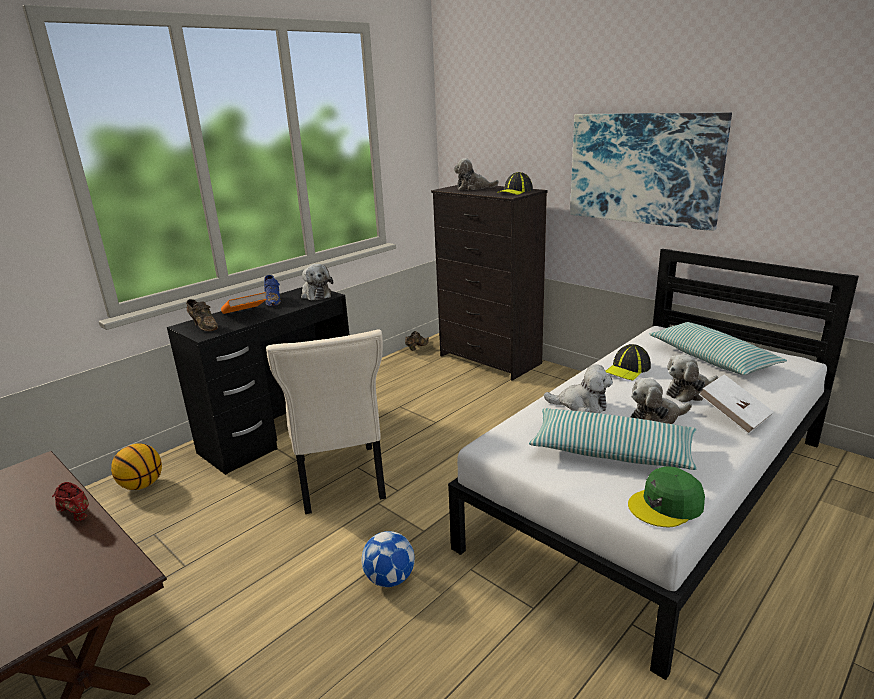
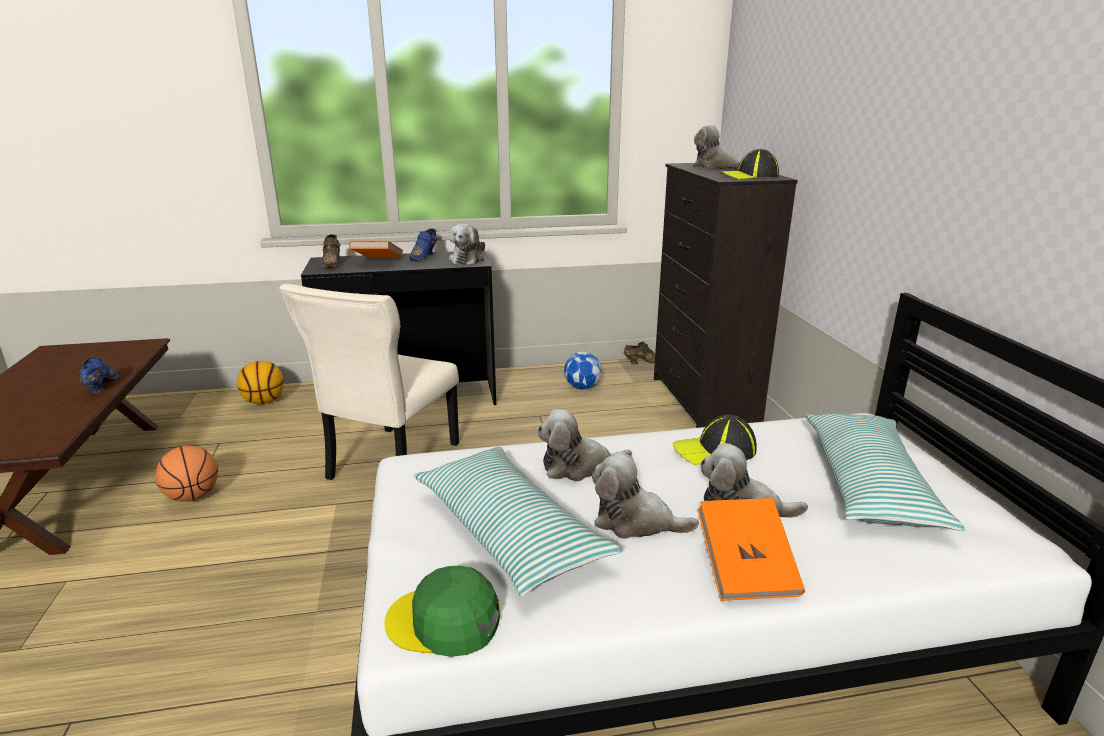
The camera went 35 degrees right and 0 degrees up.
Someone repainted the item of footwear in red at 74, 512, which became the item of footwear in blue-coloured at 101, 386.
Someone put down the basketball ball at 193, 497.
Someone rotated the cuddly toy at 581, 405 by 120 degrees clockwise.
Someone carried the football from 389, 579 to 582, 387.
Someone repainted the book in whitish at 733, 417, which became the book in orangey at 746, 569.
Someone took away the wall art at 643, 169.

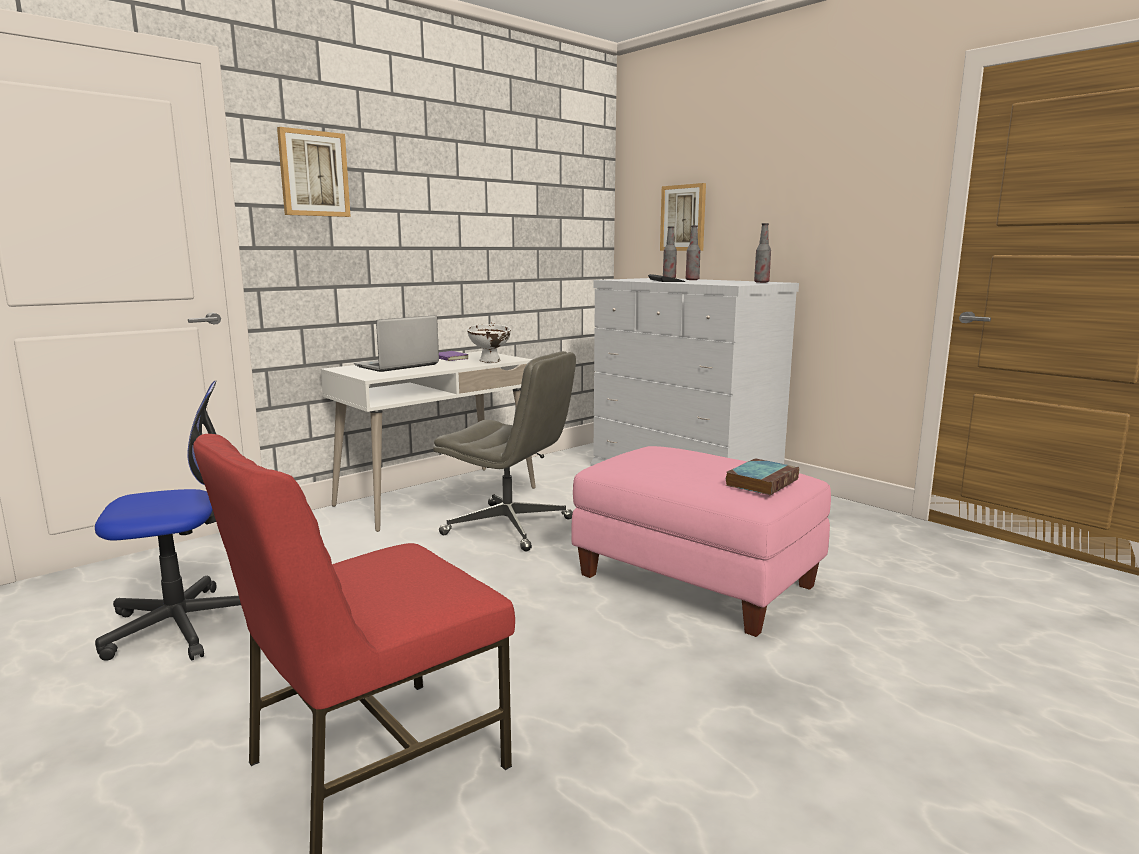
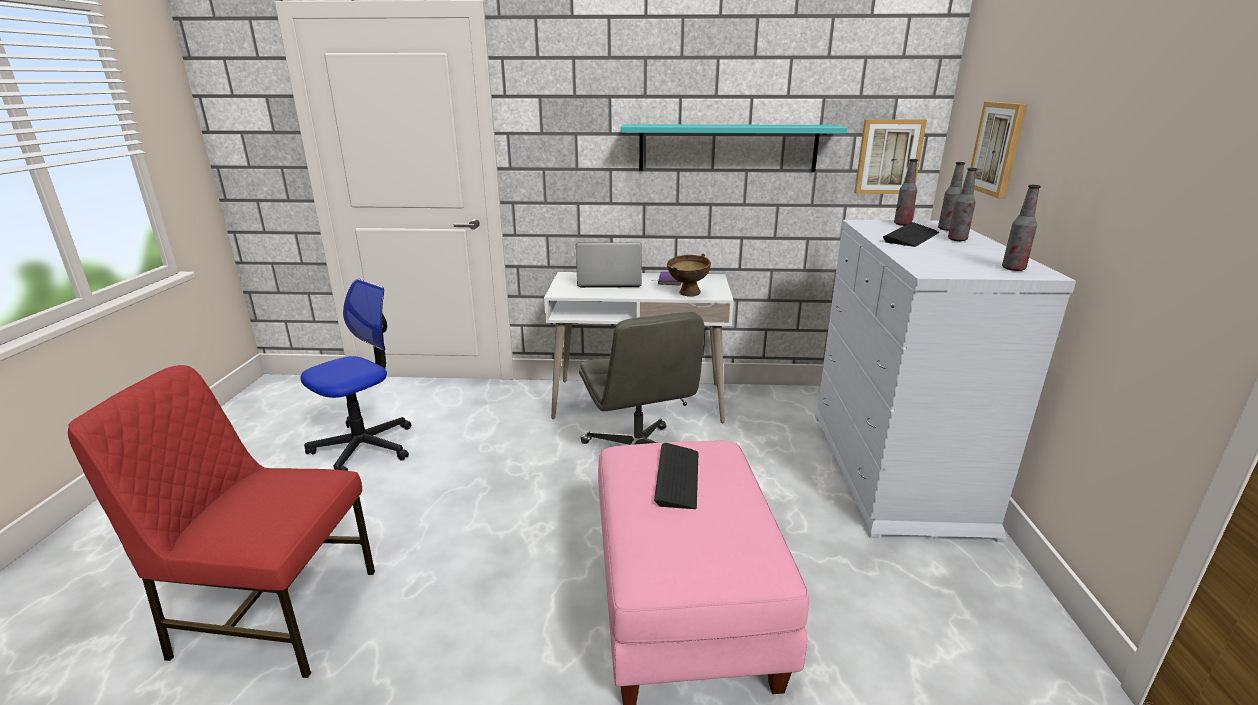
The camera went 45 degrees right and 10 degrees up.
Someone rotated the computer chair at 182, 625 by 75 degrees counterclockwise.
Someone put up the shelf in blue-green at 727, 148.
Someone put down the computer keyboard at 677, 477.
Someone repainted the deep dish in whitish at 490, 362, which became the deep dish in brown at 687, 294.
Someone carried the wall art from 313, 174 to 888, 157.
Someone put down the drink bottle at 902, 224.
Someone took away the book at 762, 482.

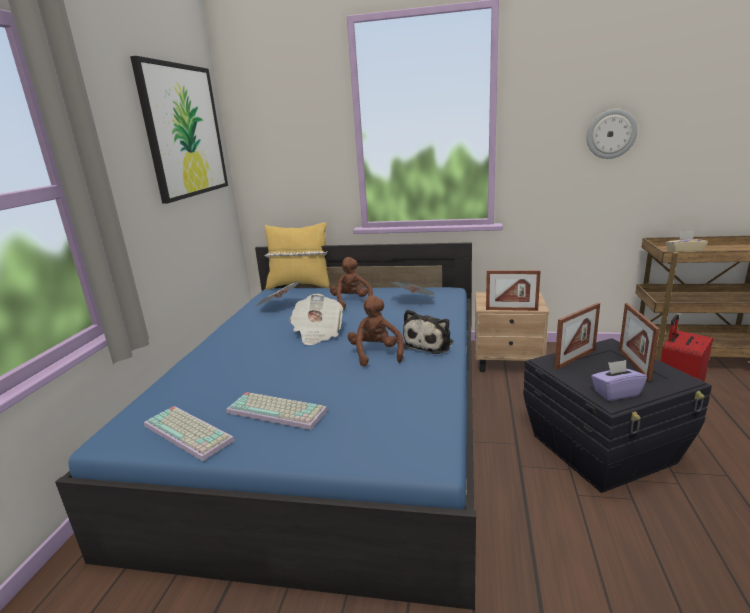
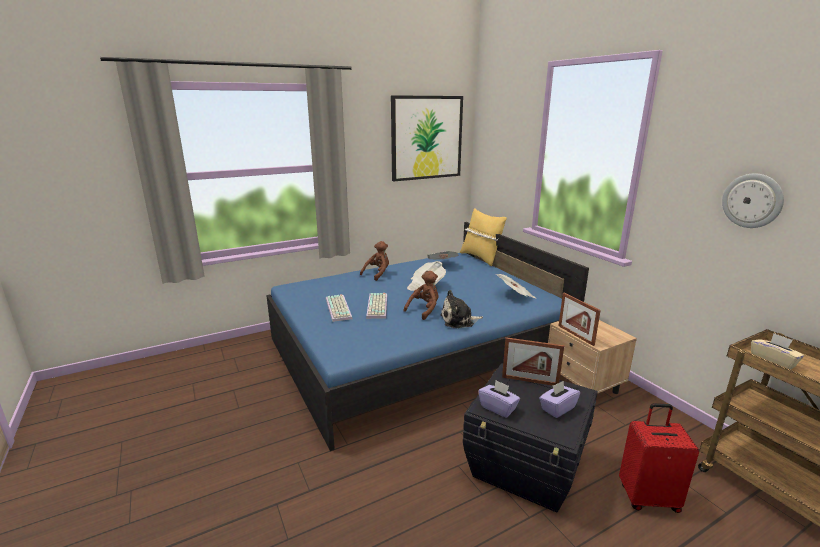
The camera went 50 degrees right and 0 degrees up.
Someone carried the cuddly toy in brown from 352, 303 to 377, 274.
Someone carried the computer keyboard from 190, 432 to 378, 306.
Someone swapped the standing frame at 634, 364 for the tissue holder in purplish at 557, 408.

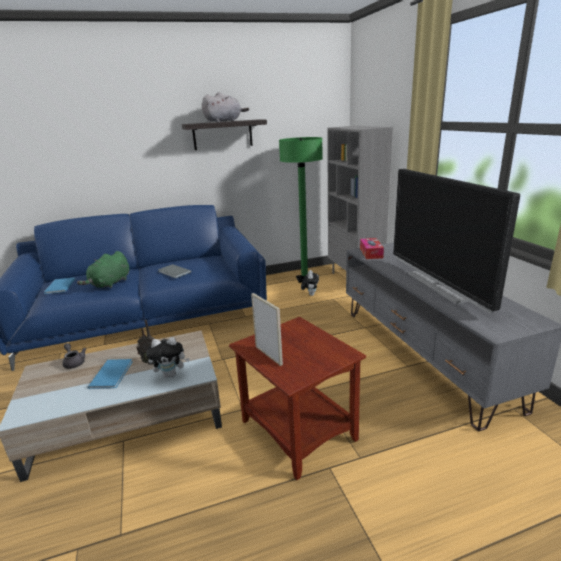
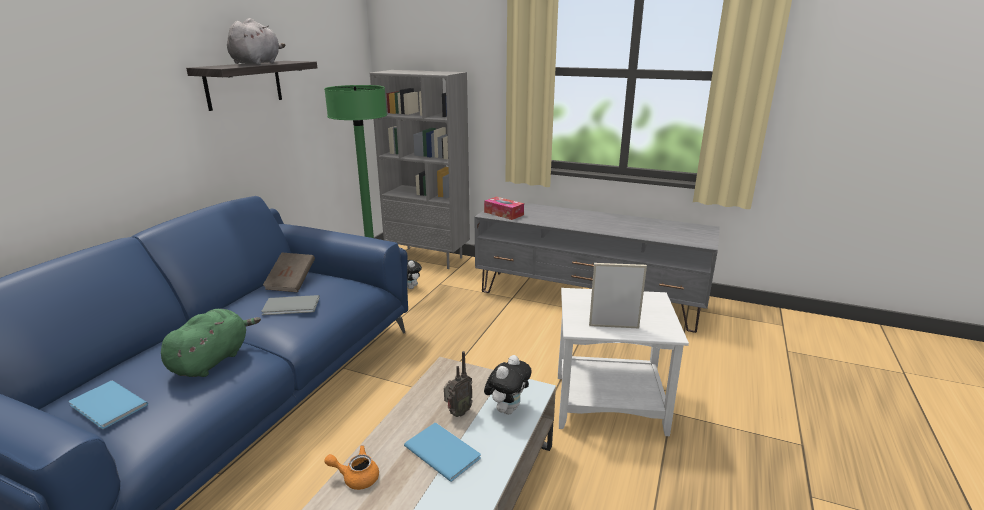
The camera went 50 degrees left and 0 degrees up.
Someone rotated the cuddly toy in green-coloured at 110, 284 by 135 degrees counterclockwise.
Someone put down the book in brown at 291, 283.
Someone repainted the tea pot in grey at 74, 362, which became the tea pot in orangey at 356, 477.
Someone repainted the accent table in brown at 297, 431, which became the accent table in whitish at 609, 405.
Someone took away the television at 440, 285.

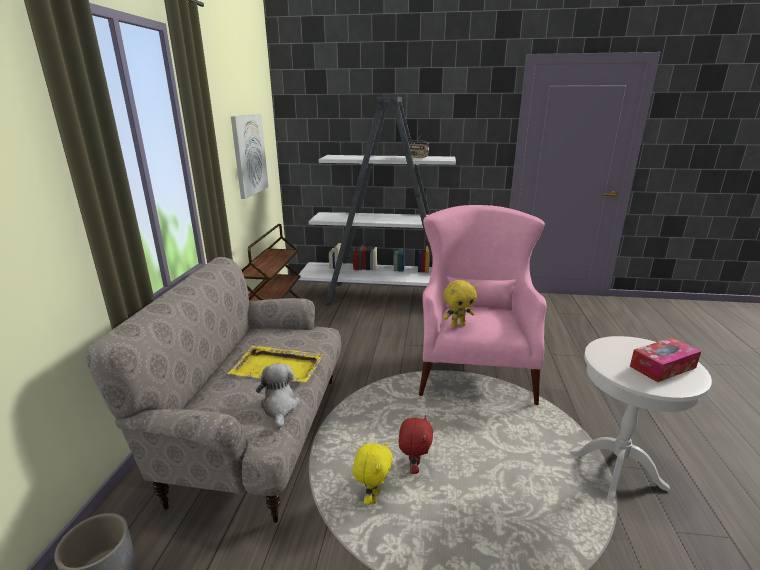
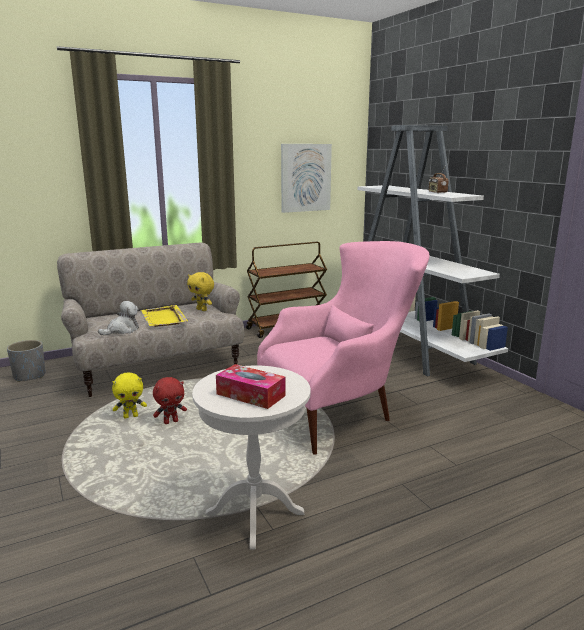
The camera went 55 degrees right and 5 degrees down.
Someone carried the cuddly toy in yellowish from 458, 325 to 202, 310.

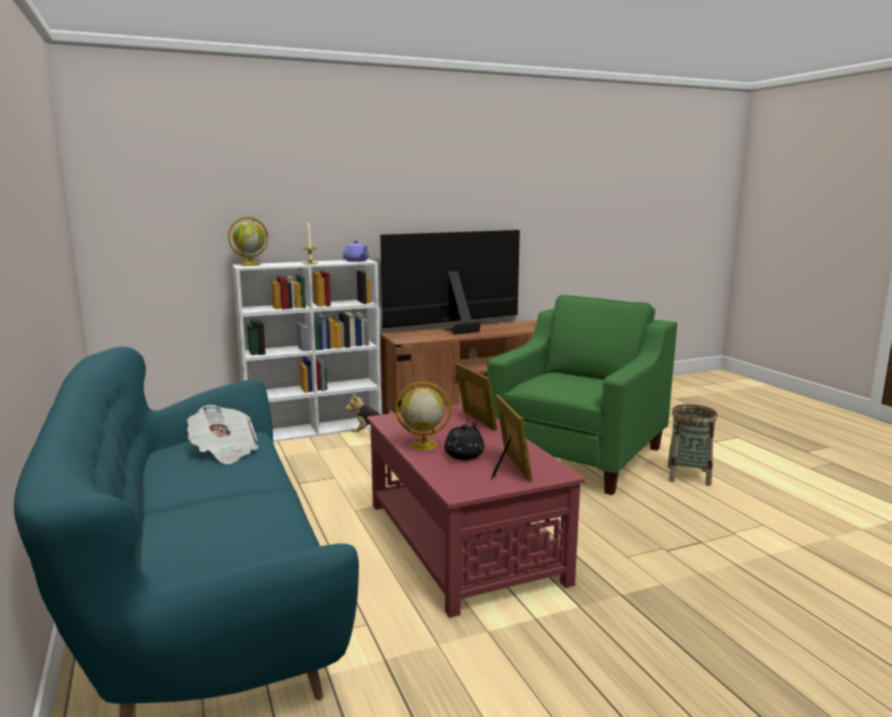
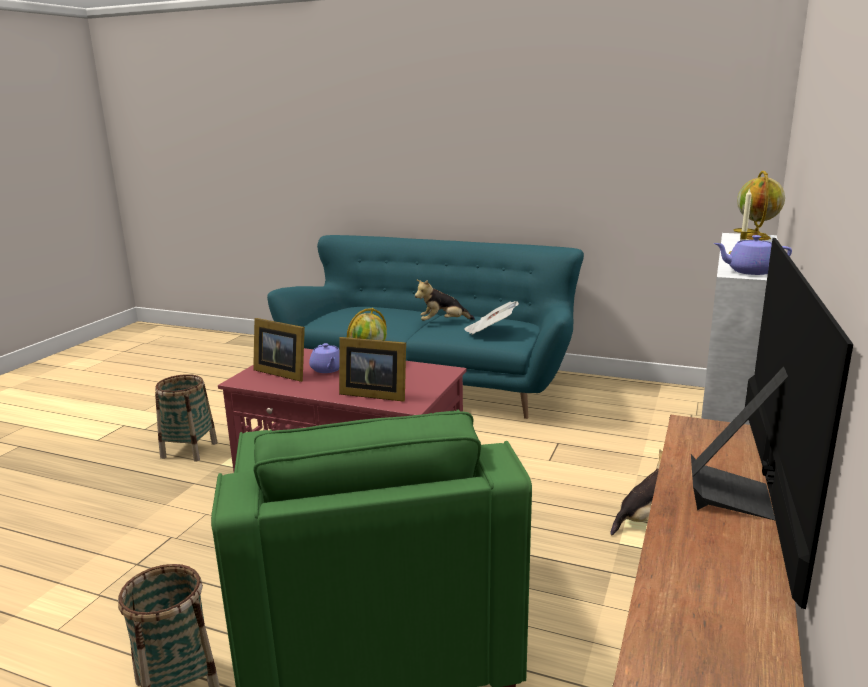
The camera went 135 degrees right and 5 degrees up.
Someone put down the basket at 189, 450.
Someone repainted the tea pot in blackish at 464, 454, which became the tea pot in purplish at 327, 369.
Someone put down the cuddly toy at 443, 322.

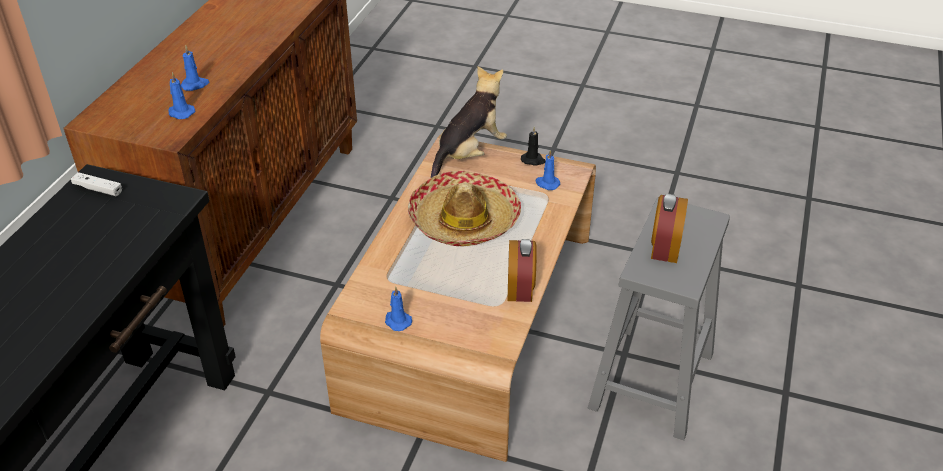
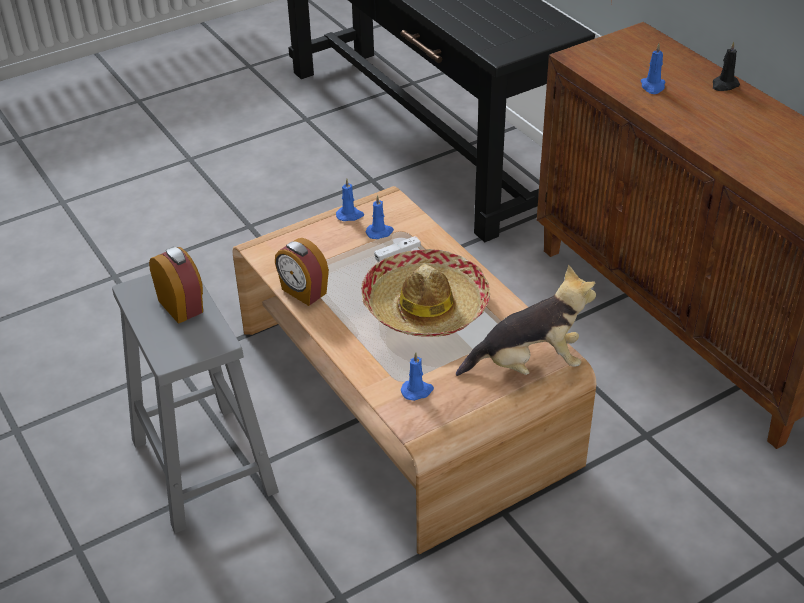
The camera went 130 degrees right and 0 degrees up.
Someone carried the wax candle in blue-coloured from 180, 113 to 380, 232.
Someone carried the game controller in whitish from 98, 189 to 397, 254.
Someone rotated the cuddly toy at 469, 153 by 90 degrees counterclockwise.
Someone carried the wax candle in blackish from 533, 160 to 724, 85.

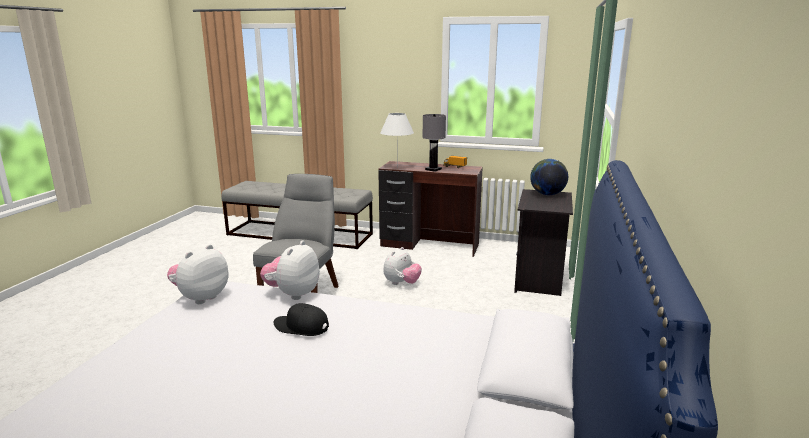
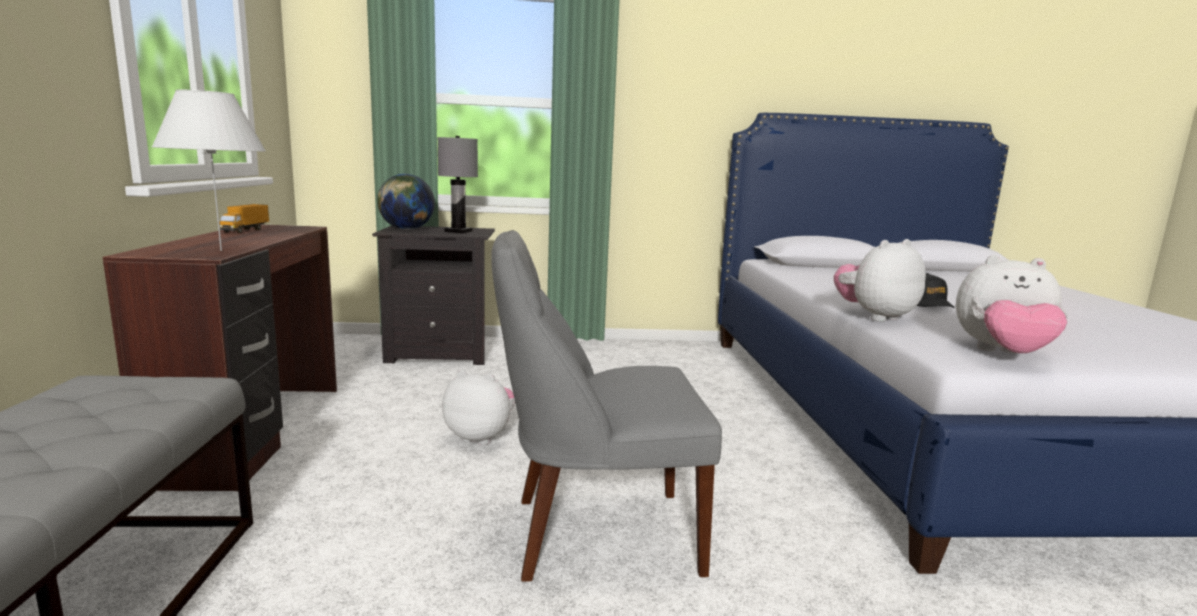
The camera went 110 degrees left and 5 degrees down.
Someone carried the lamp for a table in grey from 433, 169 to 459, 231.
Someone rotated the cuddly toy at 293, 294 by 150 degrees clockwise.

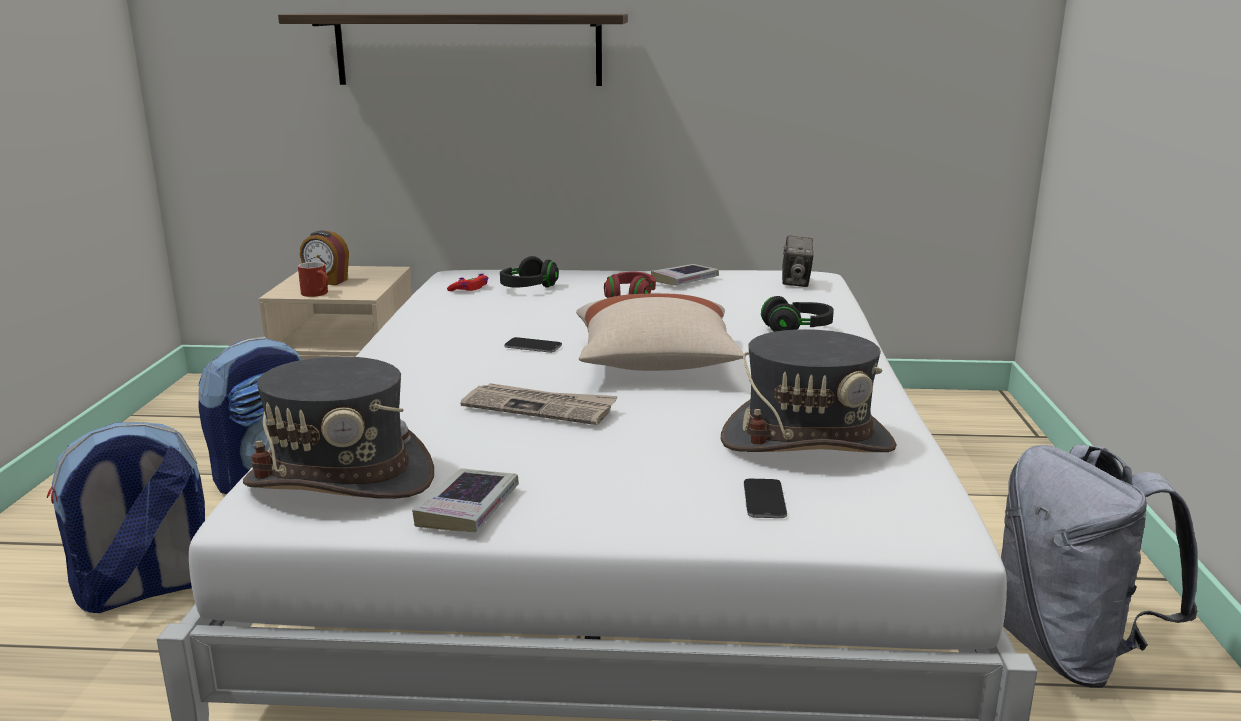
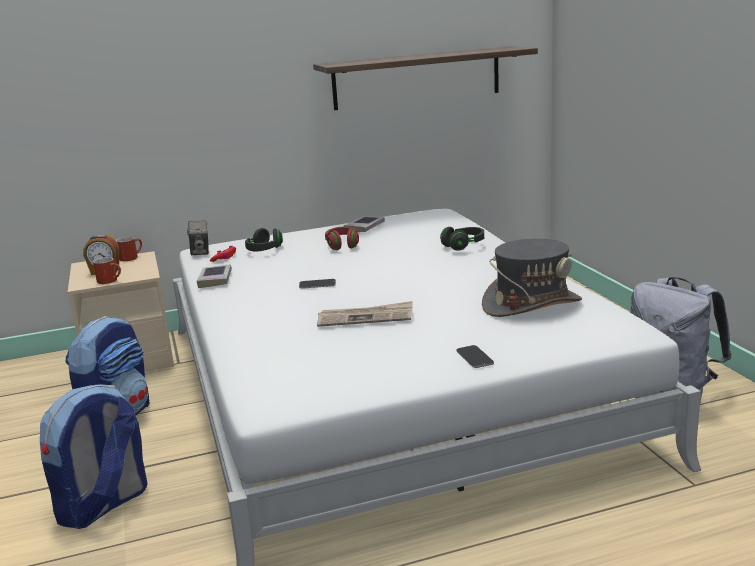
The camera went 20 degrees left and 0 degrees up.
Someone put down the tea mug in red at 131, 257.
Someone carried the photo camera from 796, 282 to 200, 252.
Someone carried the book from 468, 508 to 215, 280.
Someone carried the shelf from 468, 49 to 417, 78.
Someone carried the telephone from 764, 500 to 474, 357.
Someone took away the clothing hat in grey at 341, 479.
Someone took away the throw pillow in beige at 655, 363.

